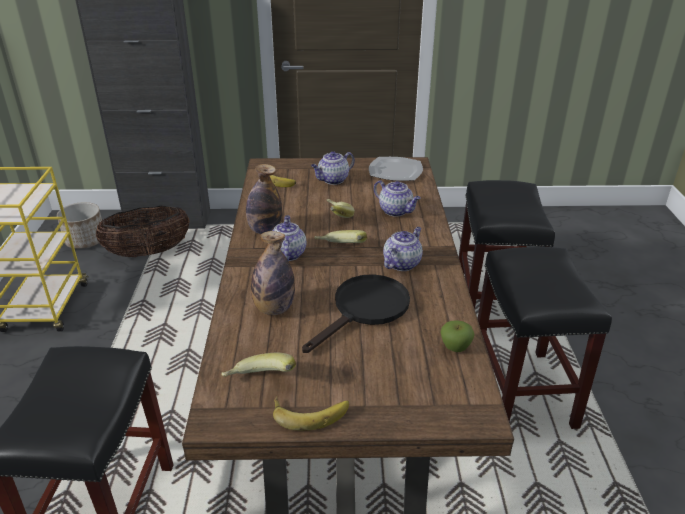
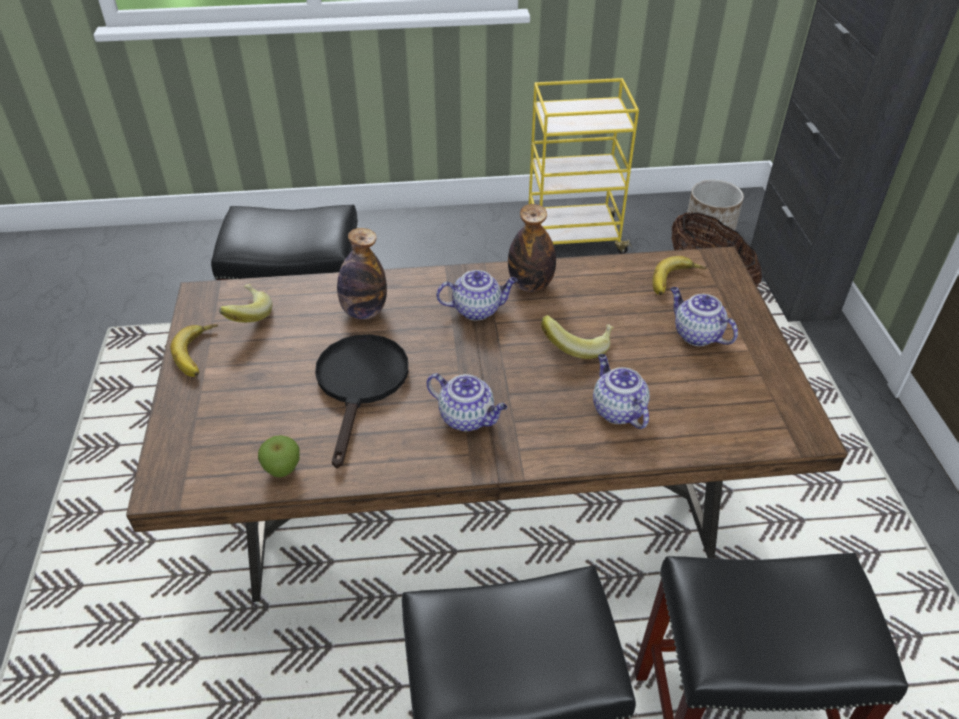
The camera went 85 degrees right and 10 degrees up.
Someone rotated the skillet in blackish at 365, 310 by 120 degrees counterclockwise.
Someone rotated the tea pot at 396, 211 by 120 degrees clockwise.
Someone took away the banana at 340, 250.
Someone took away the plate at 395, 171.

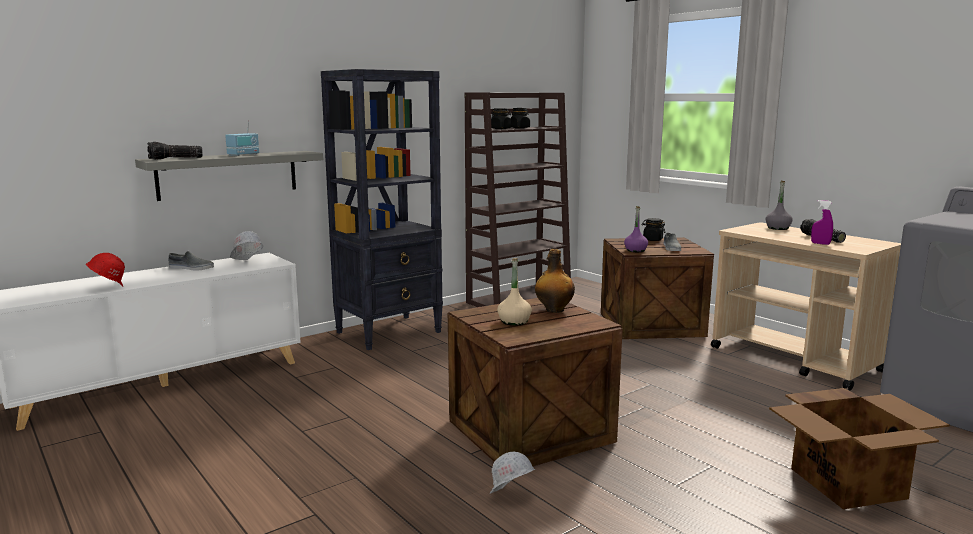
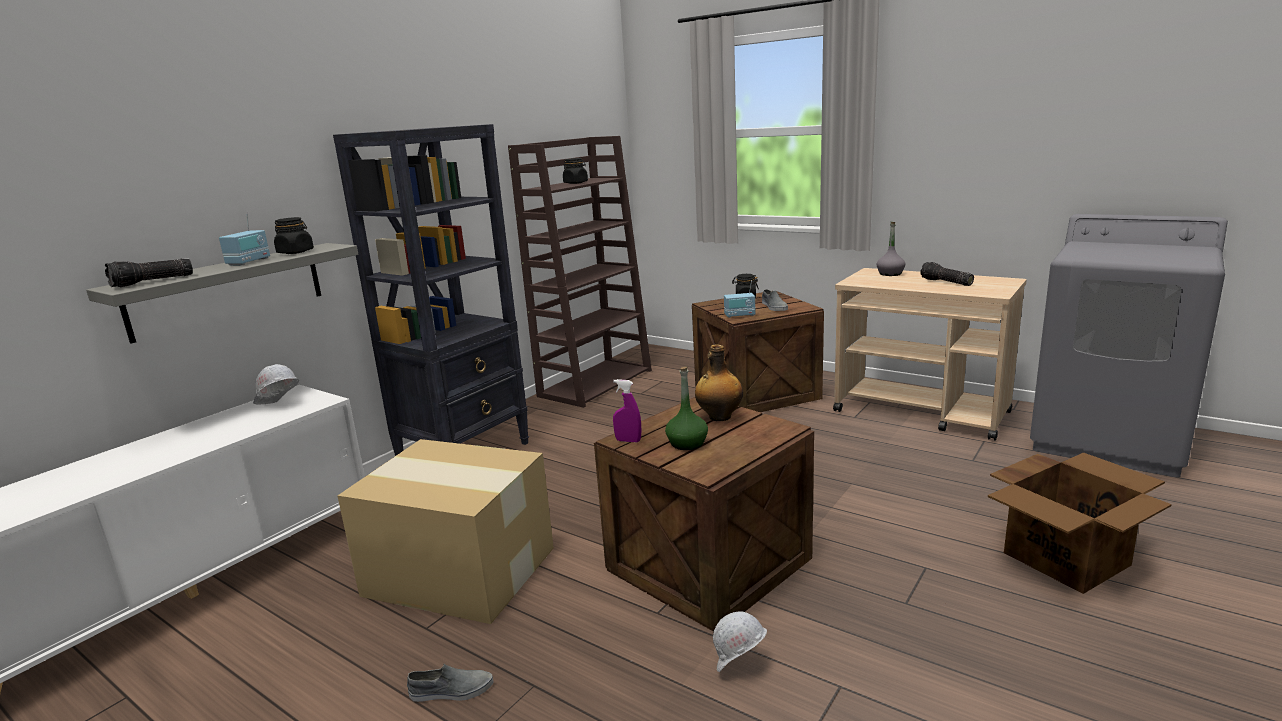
The camera went 15 degrees left and 5 degrees up.
Someone carried the preserve jar in blackish from 500, 129 to 295, 252.
Someone put down the carton at 459, 570.
Someone carried the item of footwear in grey from 191, 268 to 451, 691.
Someone carried the sprayer in purplish from 820, 243 to 628, 441.
Someone repainted the drink bottle in beige at 514, 321, which became the drink bottle in green-coloured at 687, 443.
Someone swapped the drink bottle in purplish at 635, 250 for the radio receiver at 739, 315.
Someone took away the hard hat in red at 108, 288.

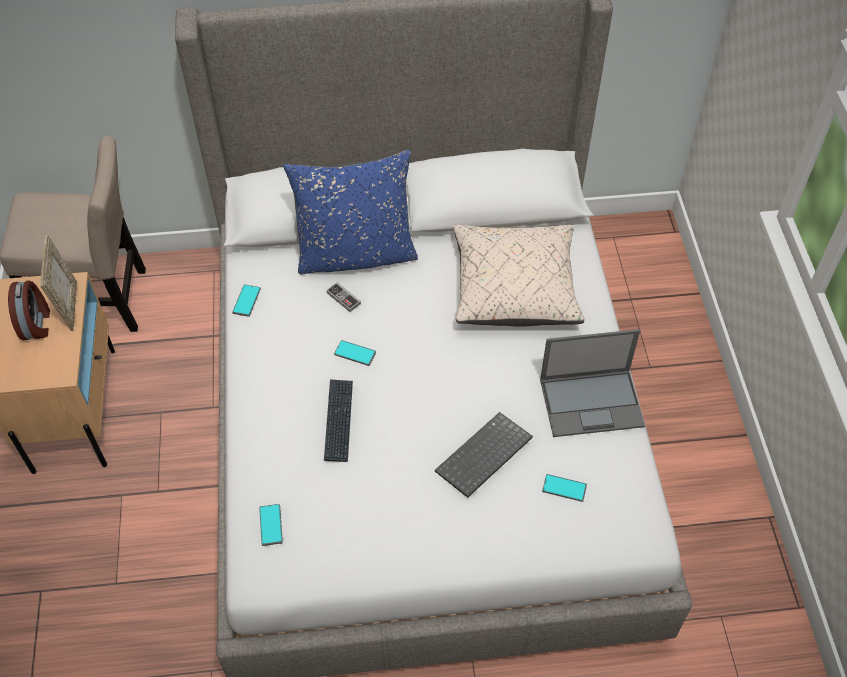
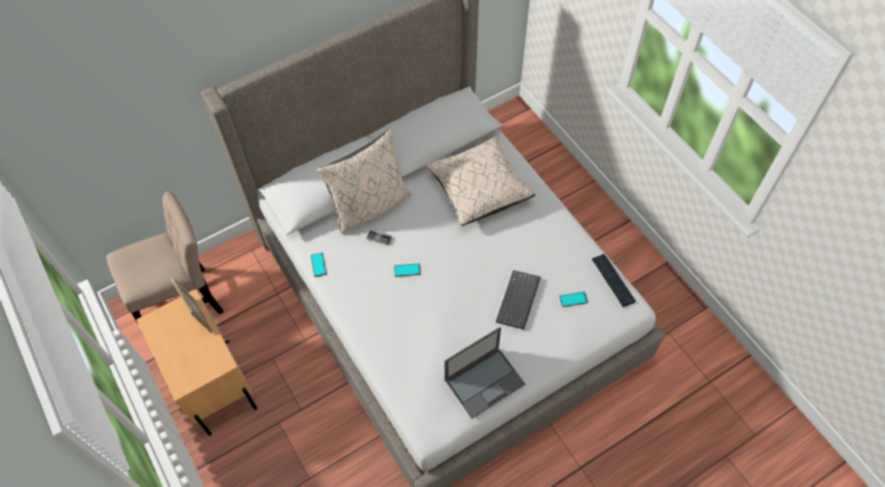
The camera went 25 degrees left and 5 degrees up.
Someone repainted the throw pillow in blue-coloured at 356, 254, which became the throw pillow in beige at 370, 206.
Someone carried the notebook computer from 592, 402 to 485, 381.
Someone carried the computer keyboard from 338, 420 to 613, 280.
Someone took away the table clock at 36, 324.
Someone took away the telephone at 271, 525.

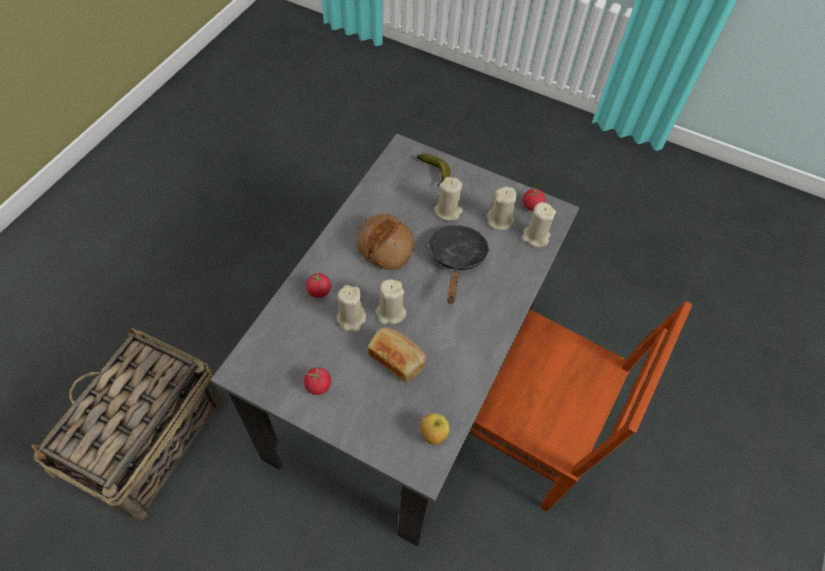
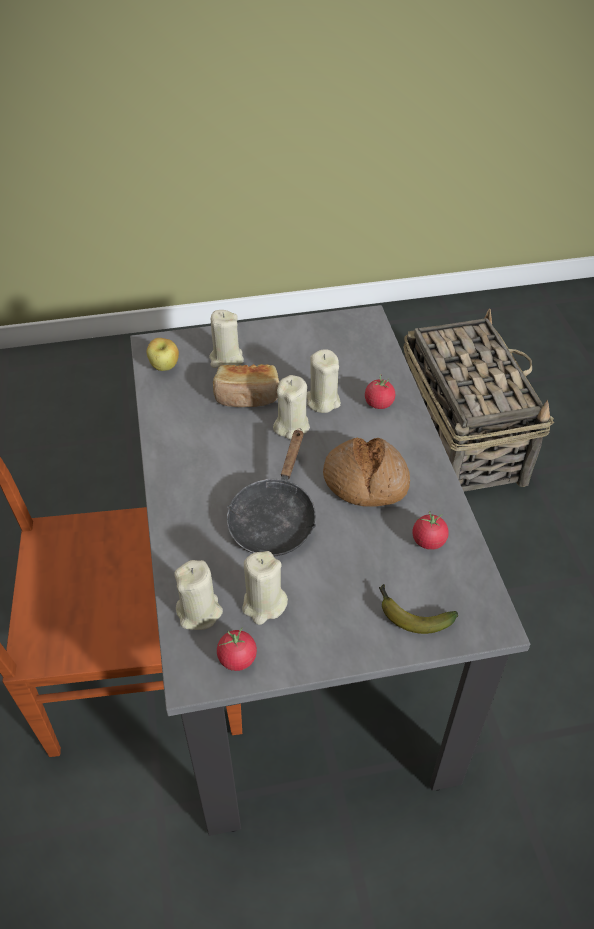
The camera went 145 degrees right and 10 degrees down.
Someone carried the wax candle in beige from 448, 211 to 226, 359.
Someone rotated the skillet in blackish at 456, 259 by 45 degrees clockwise.
Someone carried the tomato from 318, 385 to 428, 541.

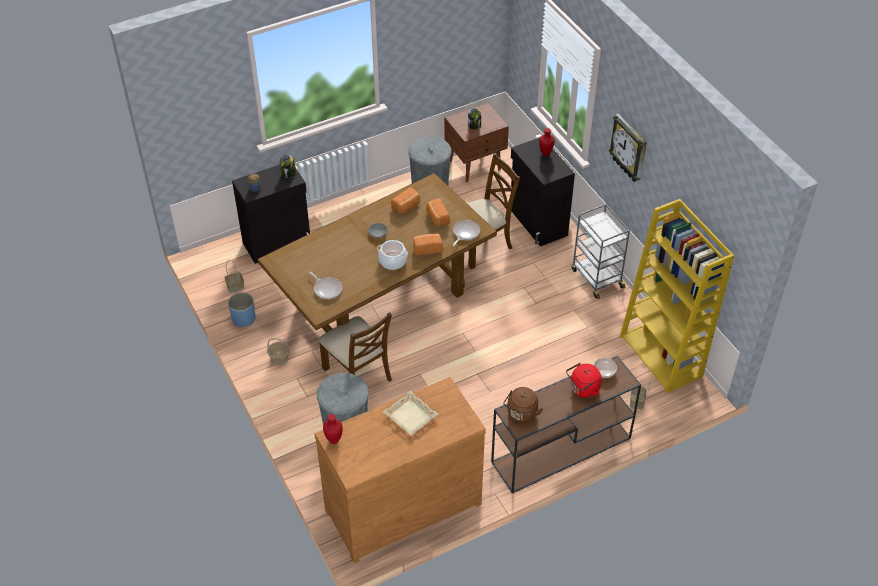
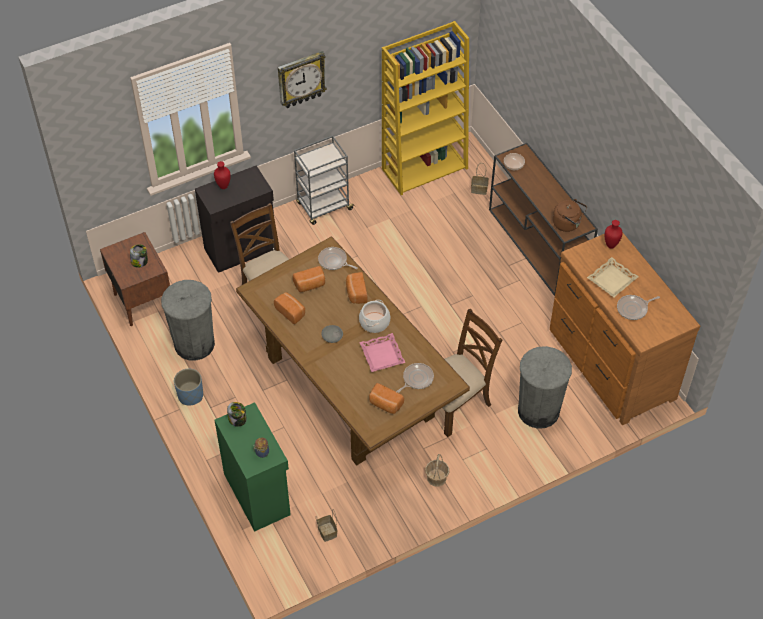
The camera went 90 degrees left and 5 degrees up.
Someone carried the planter in blue-coloured from 243, 319 to 190, 395.
Someone repainted the cupboard in blackish at 277, 243, which became the cupboard in green-coloured at 258, 493.
Someone put down the serving tray in pink-coloured at 382, 355.
Someone put down the bread at 385, 404.
Someone carried the flower vase in red from 333, 440 to 610, 246.
Someone put down the skillet at 633, 309.
Someone took away the water kettle in red at 583, 389.

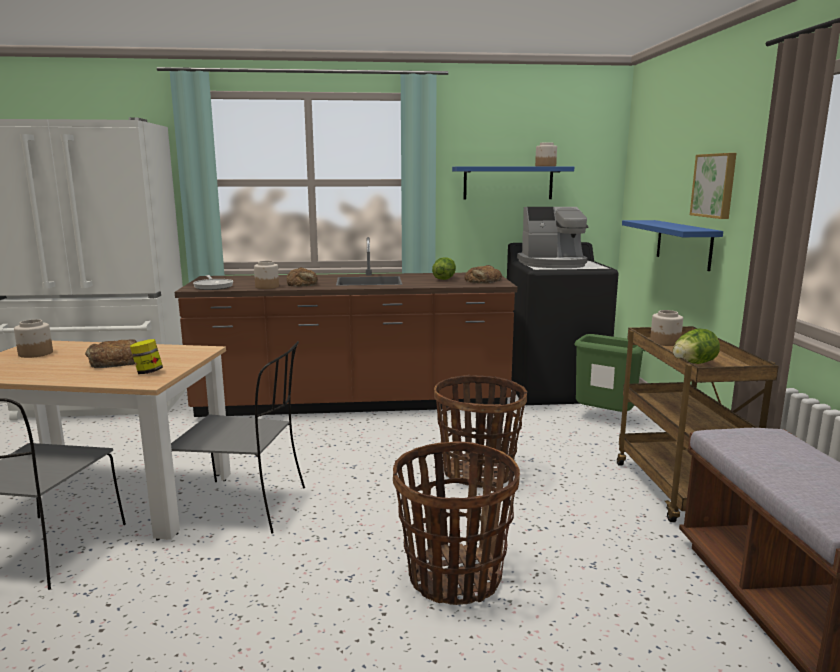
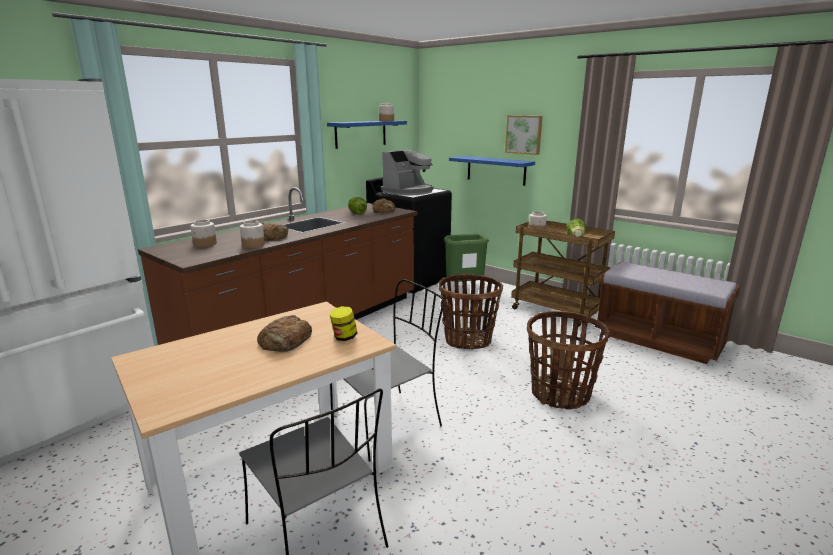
The camera went 45 degrees left and 5 degrees up.
Someone carried the preserve jar from 35, 353 to 205, 244.
Someone took away the skillet at 213, 286.

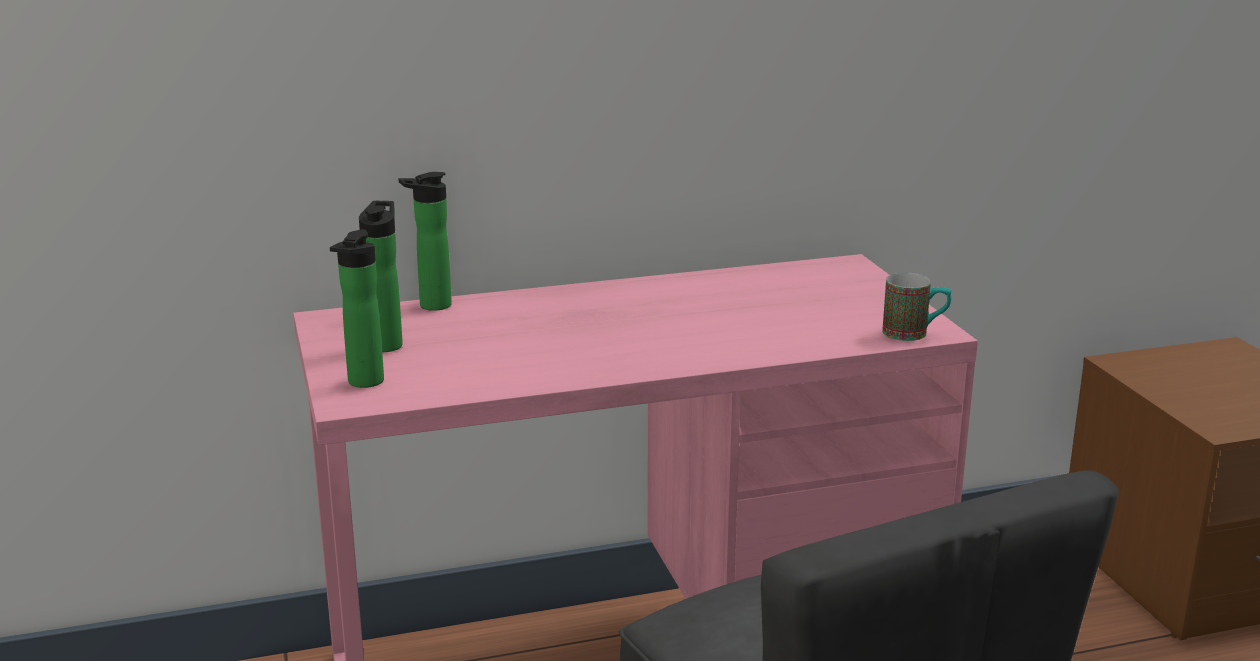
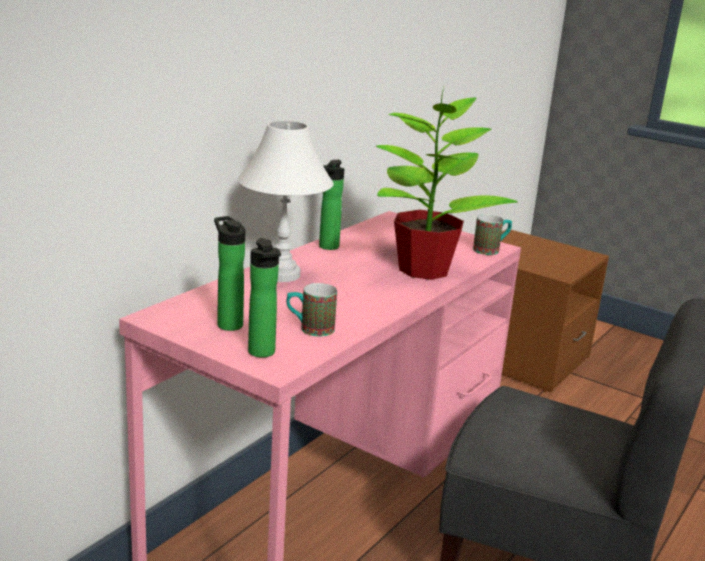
The camera went 40 degrees left and 0 degrees up.
Someone put down the lamp for a table in whitish at 281, 274.
Someone put down the tea mug at 309, 329.
Someone carried the drink bottle from 430, 306 to 327, 247.
Someone put down the plant in a pot at 424, 269.

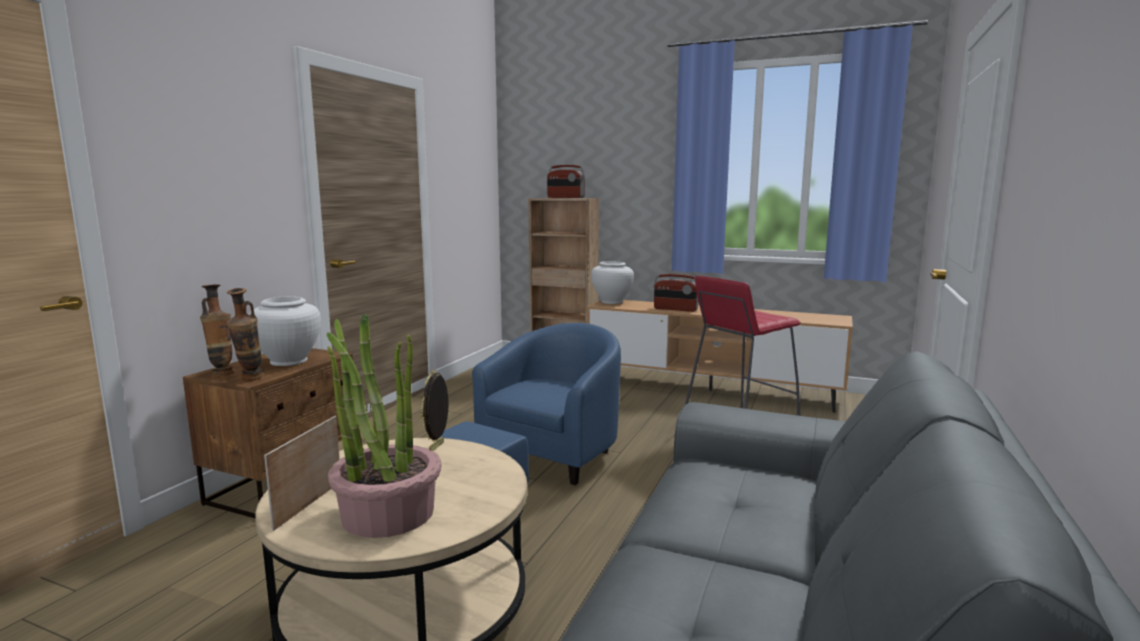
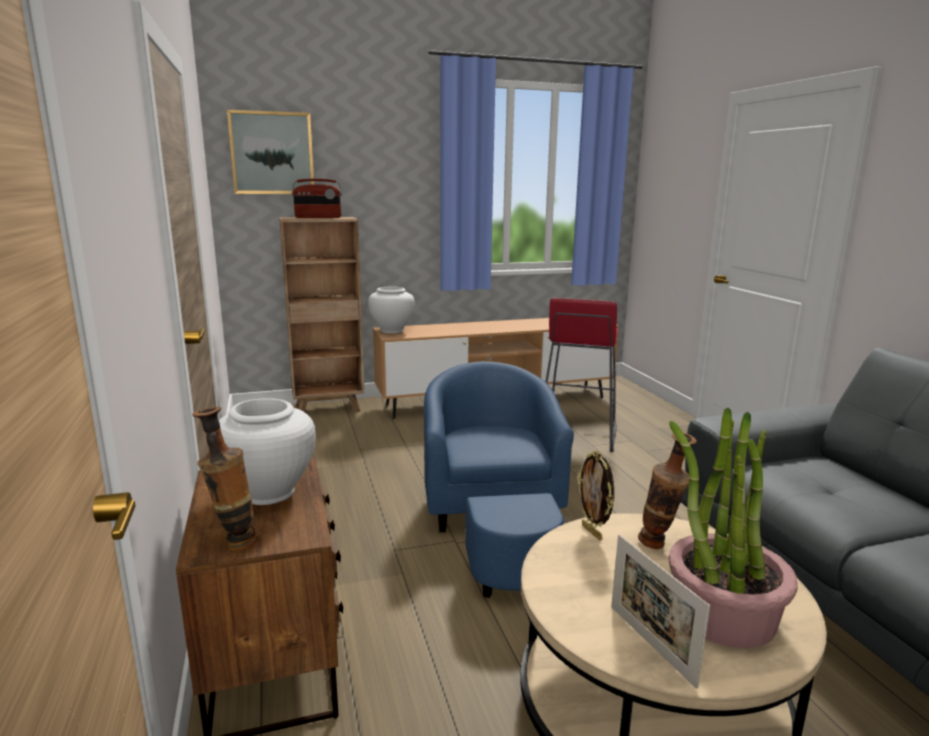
The camera went 40 degrees left and 5 degrees up.
Someone put up the wall art at 272, 153.
Someone carried the flower vase from 249, 380 to 659, 546.
Someone took away the radio receiver at 675, 309.

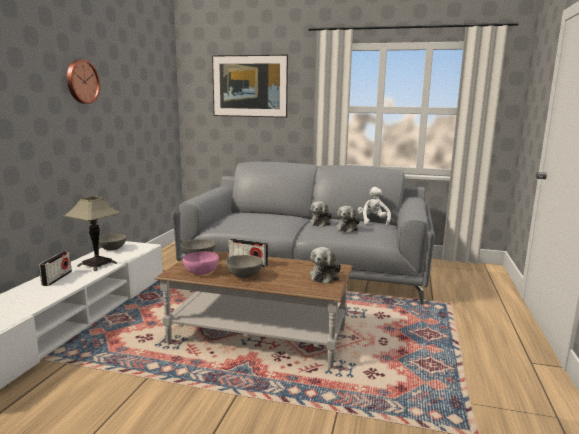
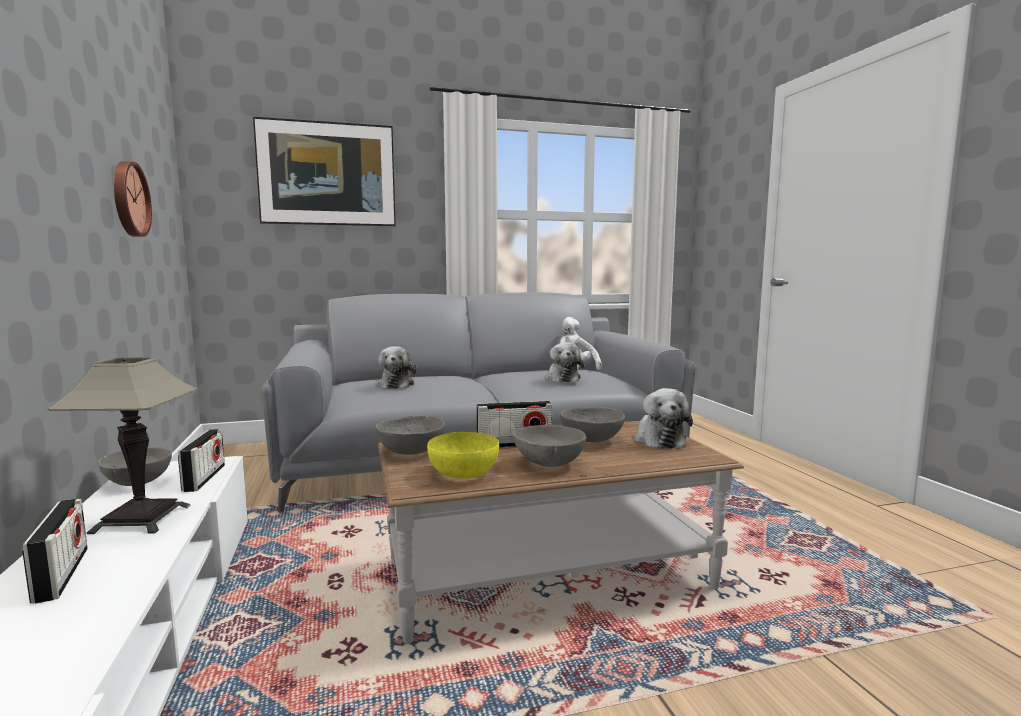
The camera went 30 degrees left and 5 degrees down.
Someone carried the wall clock from 81, 81 to 128, 199.
Someone put down the radio receiver at 204, 478.
Someone carried the cuddly toy from 321, 223 to 396, 384.
Someone repainted the deep dish in pink-coloured at 201, 271, which became the deep dish in yellowish at 462, 473.
Someone put down the deep dish in grey at 590, 440.

